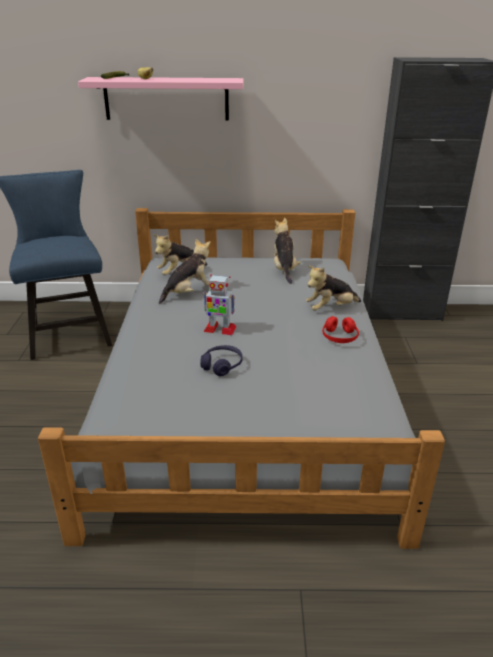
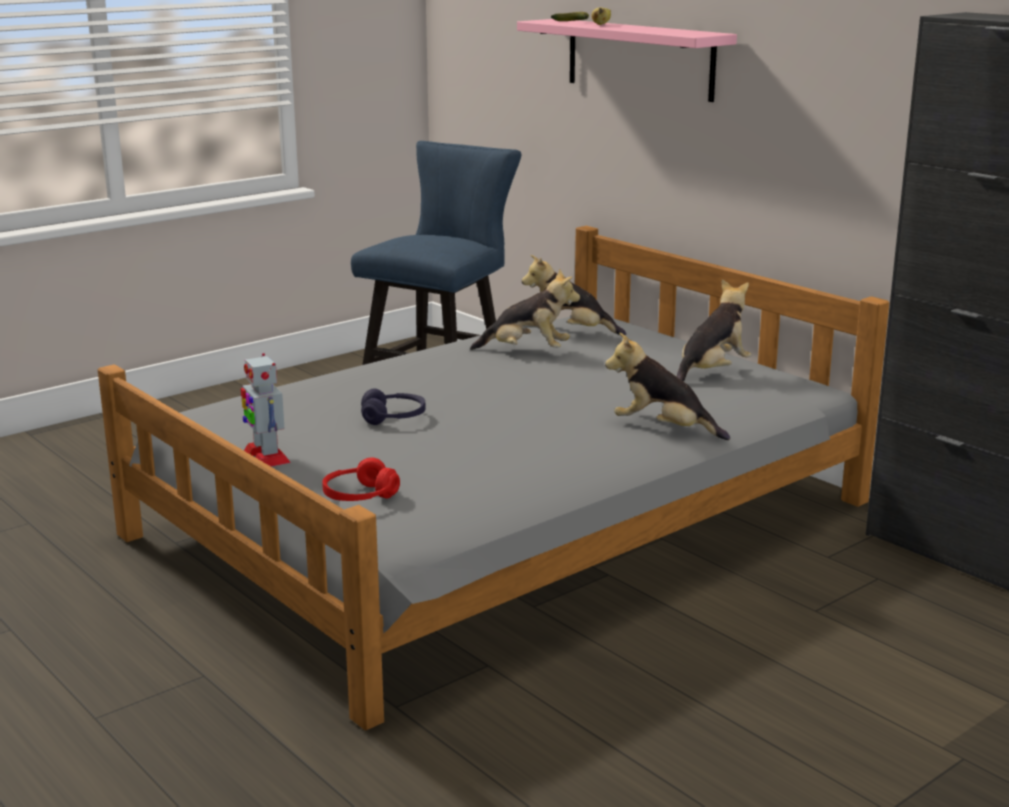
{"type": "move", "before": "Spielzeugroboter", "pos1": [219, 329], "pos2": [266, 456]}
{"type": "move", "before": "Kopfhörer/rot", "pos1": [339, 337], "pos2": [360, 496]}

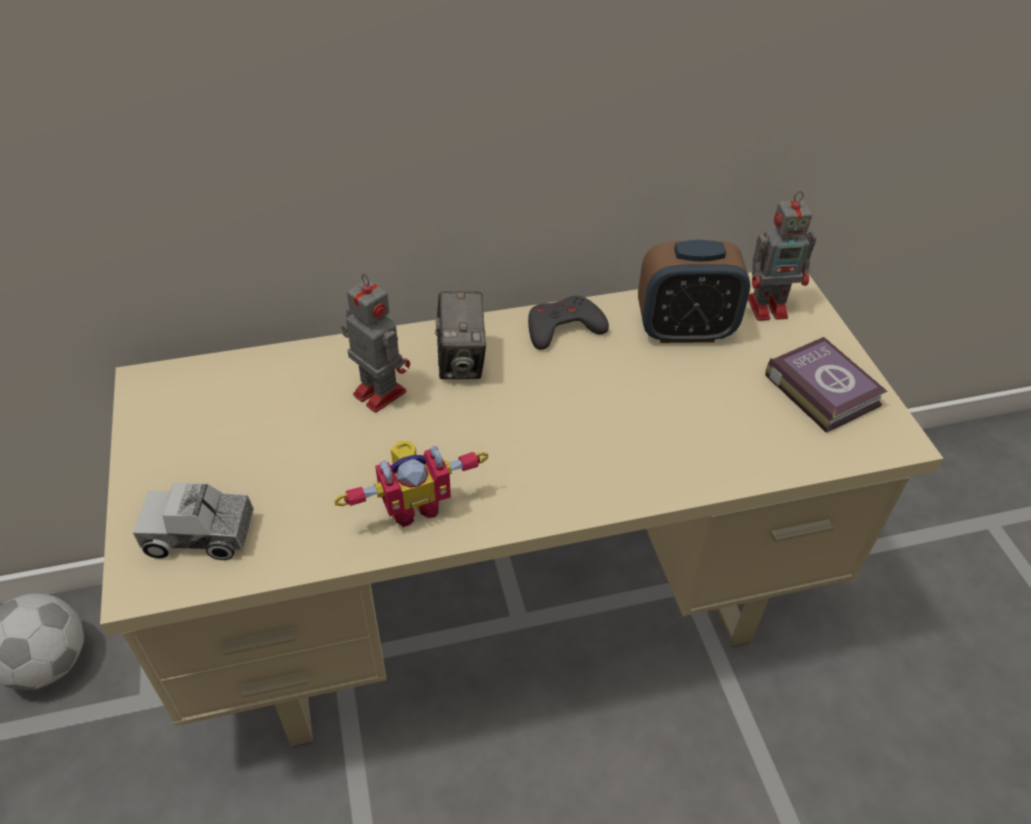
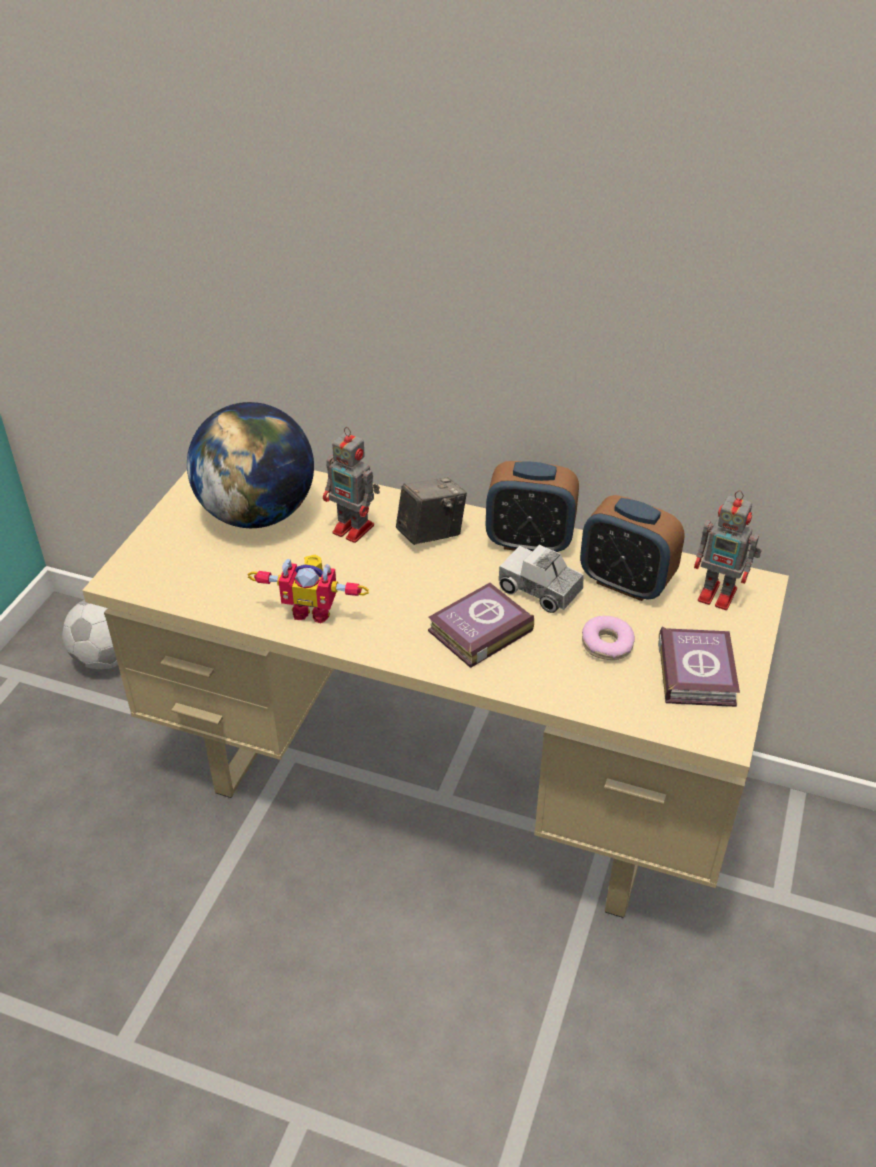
{"type": "insert", "after": "Globus", "pos2": [257, 514]}
{"type": "rotate", "before": "Spielzeugroboter", "pos1": [378, 391], "pos2": [355, 529], "turn": 135}
{"type": "rotate", "before": "Kamera", "pos1": [461, 361], "pos2": [430, 534], "turn": -150}
{"type": "insert", "after": "Buch", "pos2": [477, 631]}
{"type": "replace", "before": "Gamepad/grau", "after": "Wecker", "pos1": [563, 328], "pos2": [529, 542]}
{"type": "move", "before": "Spielzeuglaster", "pos1": [200, 534], "pos2": [540, 590]}
{"type": "insert", "after": "Donut", "pos2": [606, 645]}

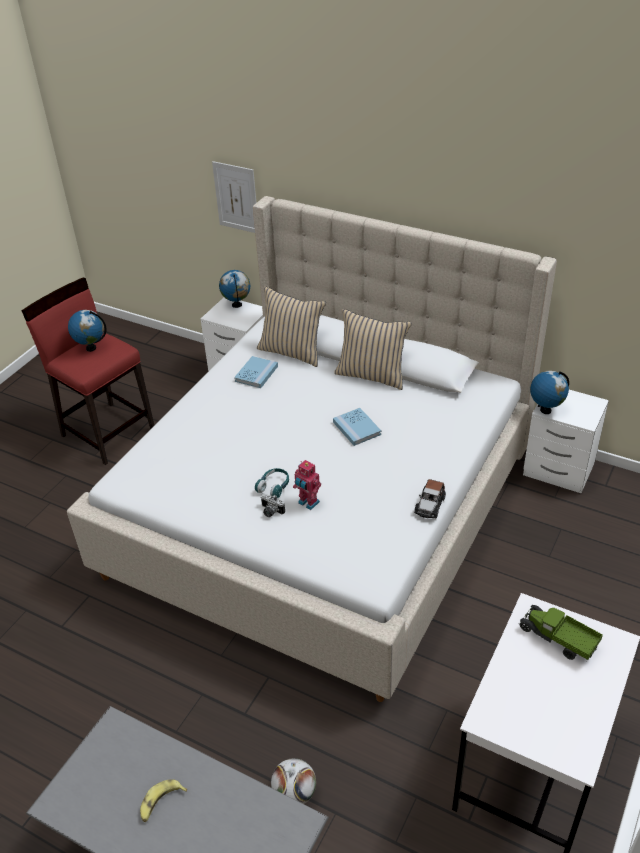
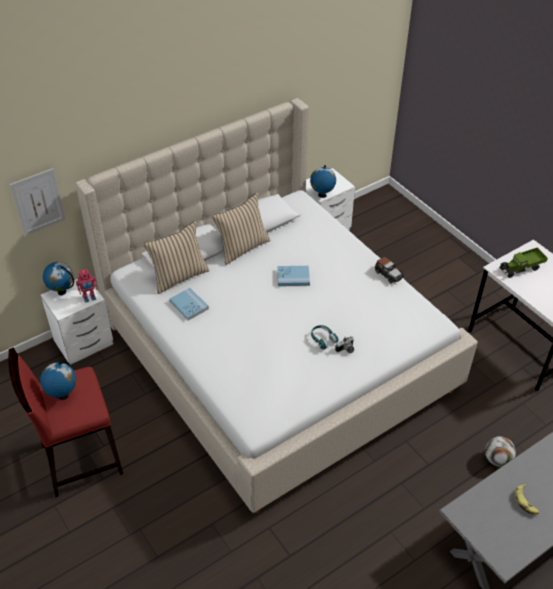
{"type": "move", "before": "Spielzeugroboter", "pos1": [308, 503], "pos2": [89, 298]}

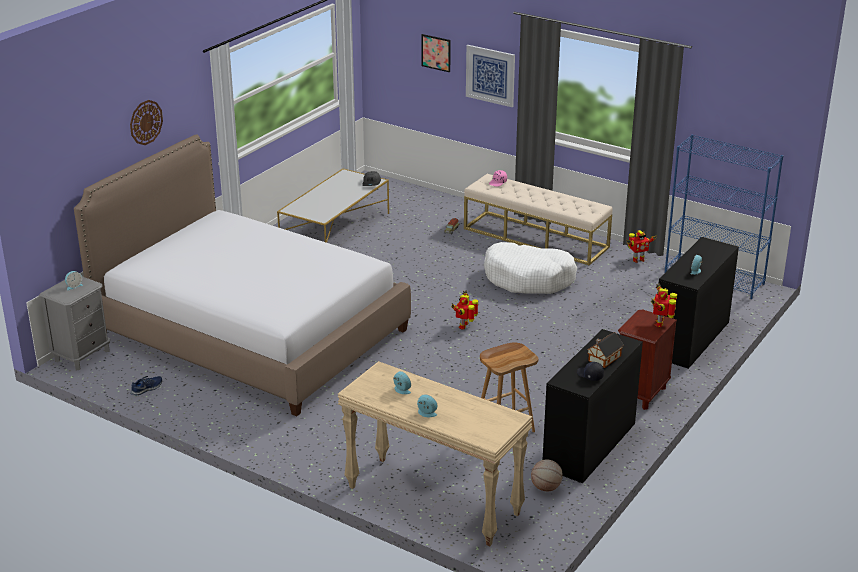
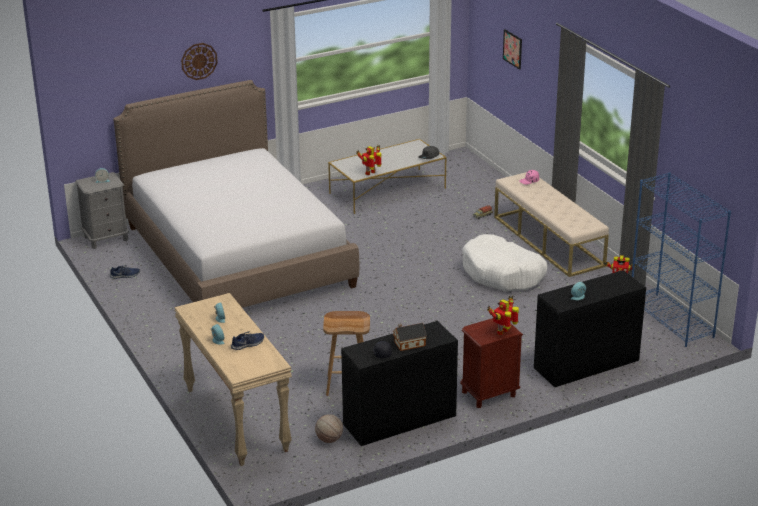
{"type": "insert", "after": "Schuh/blau", "pos2": [248, 344]}
{"type": "move", "before": "Spielzeugroboter", "pos1": [464, 326], "pos2": [371, 173]}
{"type": "delete", "before": "Bild", "pos1": [490, 75]}

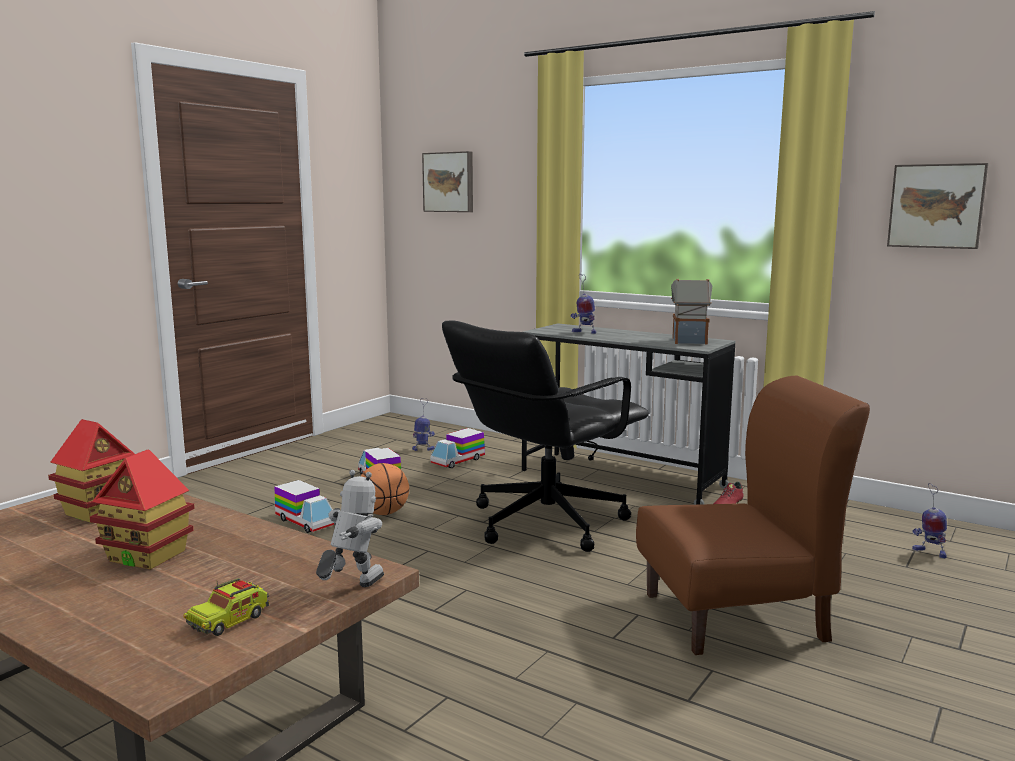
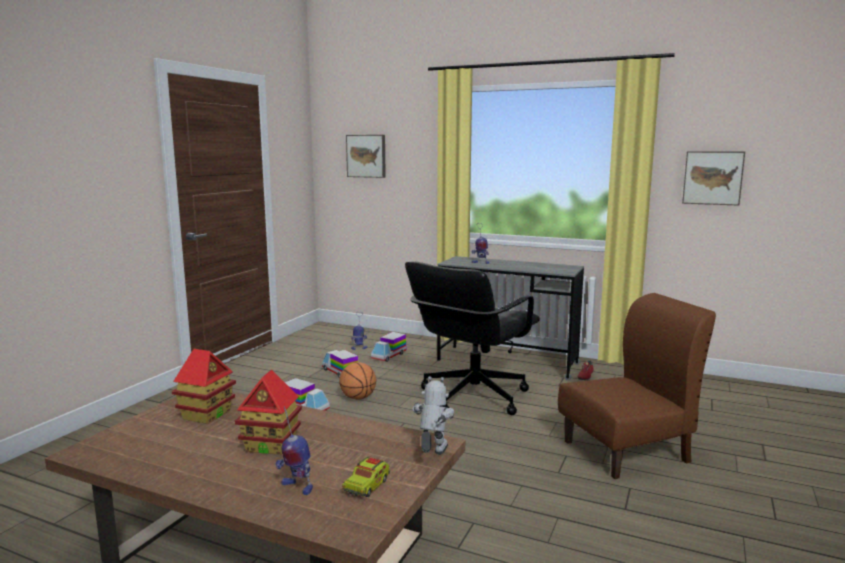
{"type": "move", "before": "Spielzeugroboter", "pos1": [929, 552], "pos2": [296, 487]}
{"type": "delete", "before": "Spielzeughaus", "pos1": [688, 341]}

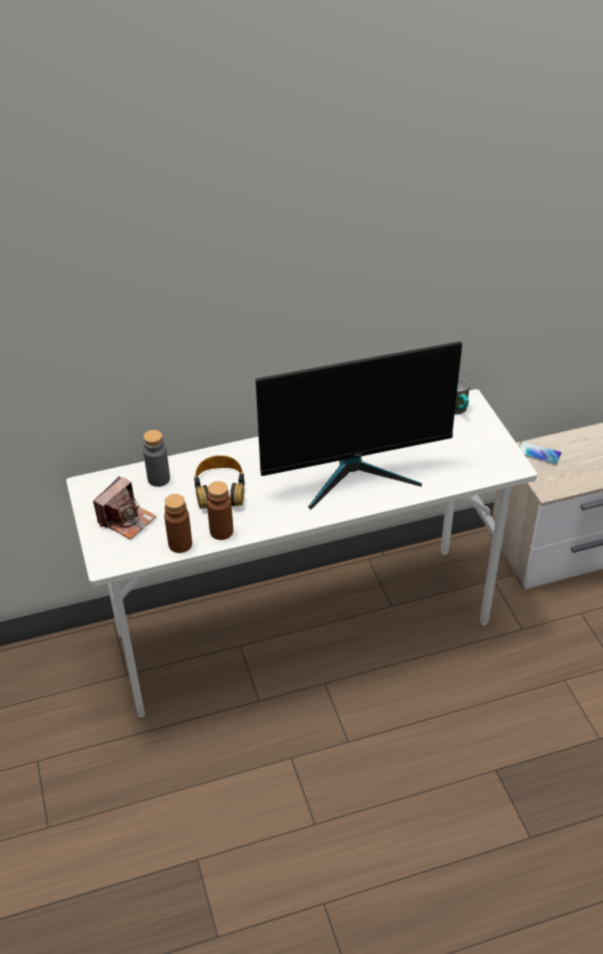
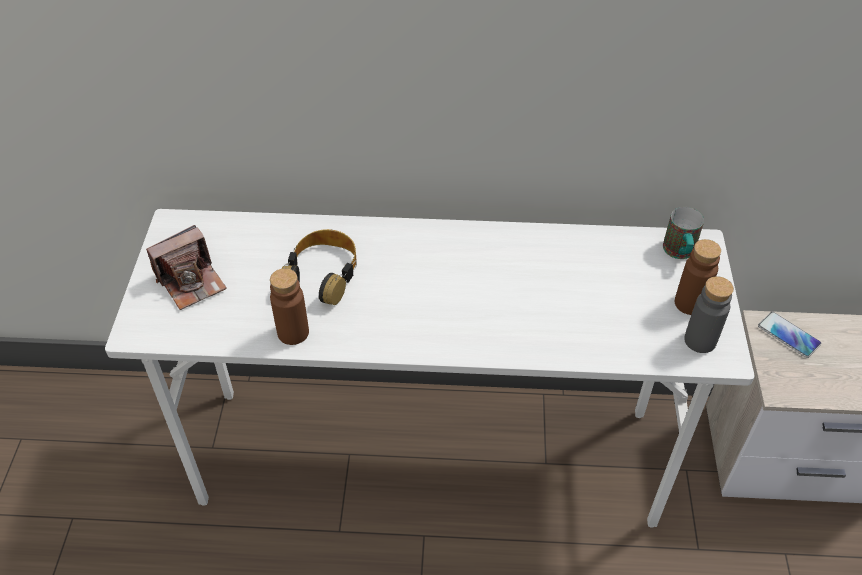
{"type": "move", "before": "Flasche/braun", "pos1": [180, 544], "pos2": [689, 303]}
{"type": "move", "before": "Flasche/grau", "pos1": [159, 479], "pos2": [700, 340]}
{"type": "delete", "before": "Monitor", "pos1": [356, 473]}

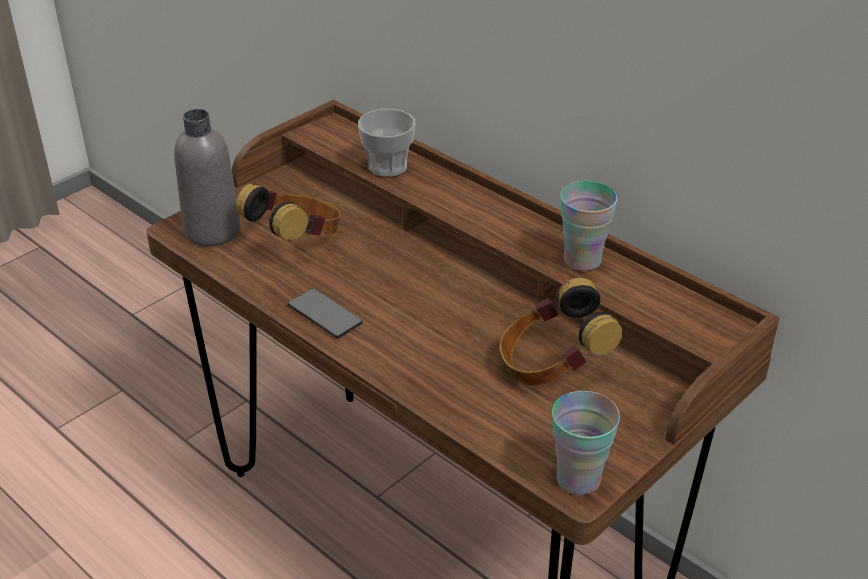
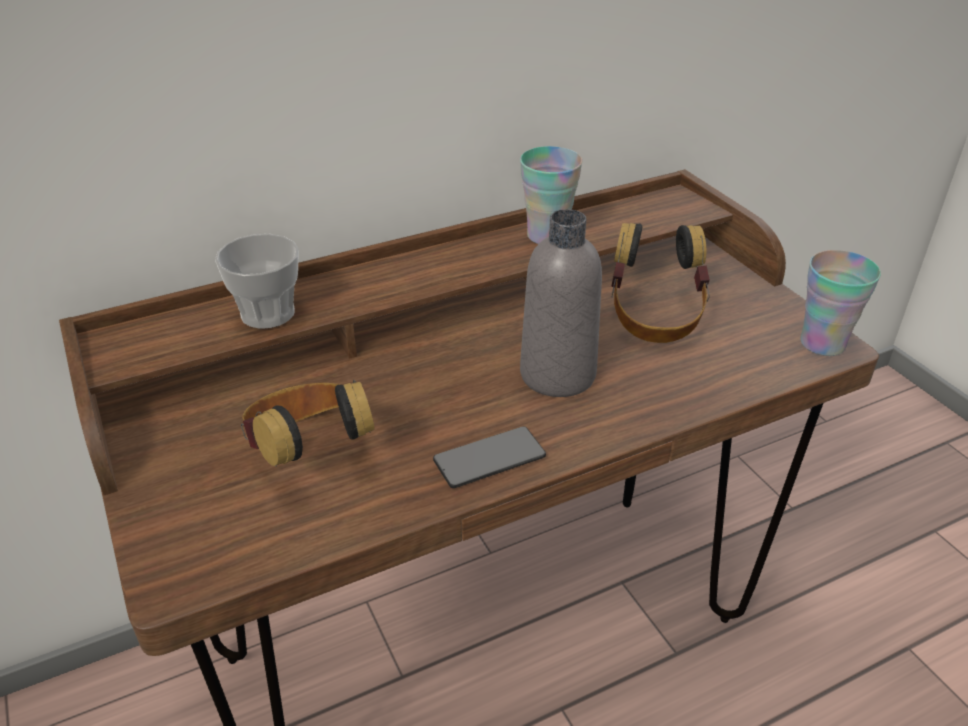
{"type": "move", "before": "Flasche/grau", "pos1": [212, 231], "pos2": [557, 374]}

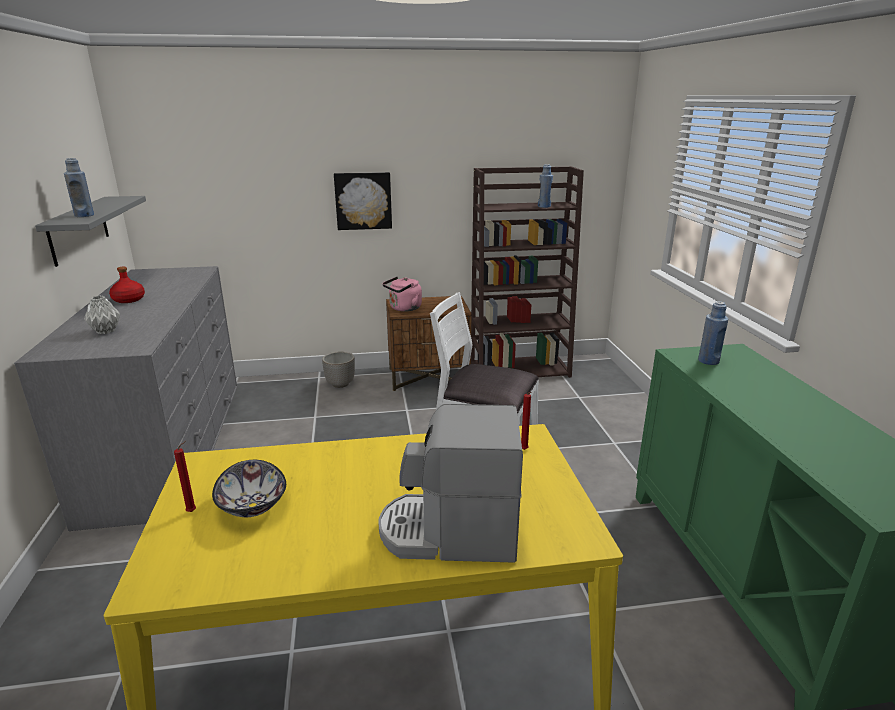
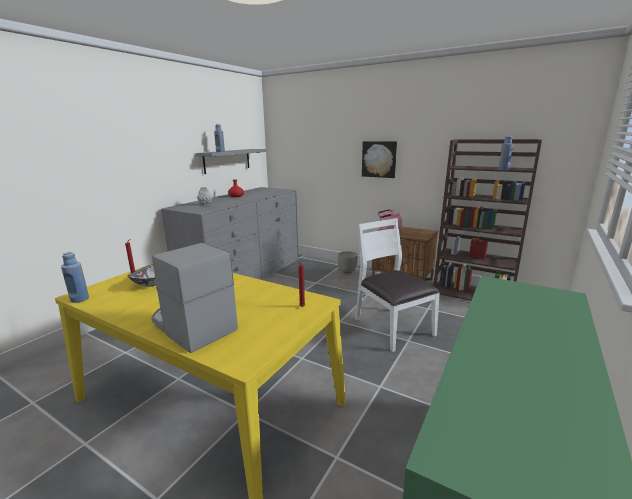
{"type": "move", "before": "Flasche/blau", "pos1": [708, 361], "pos2": [79, 299]}

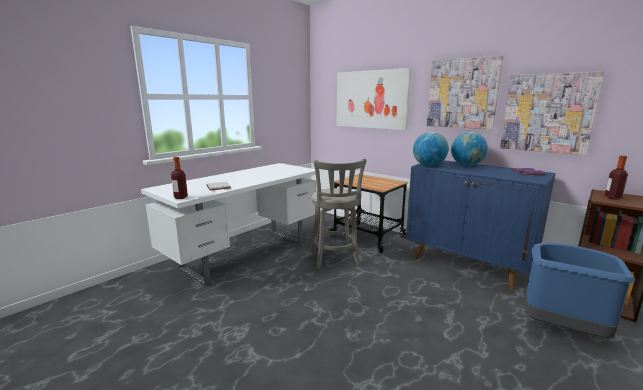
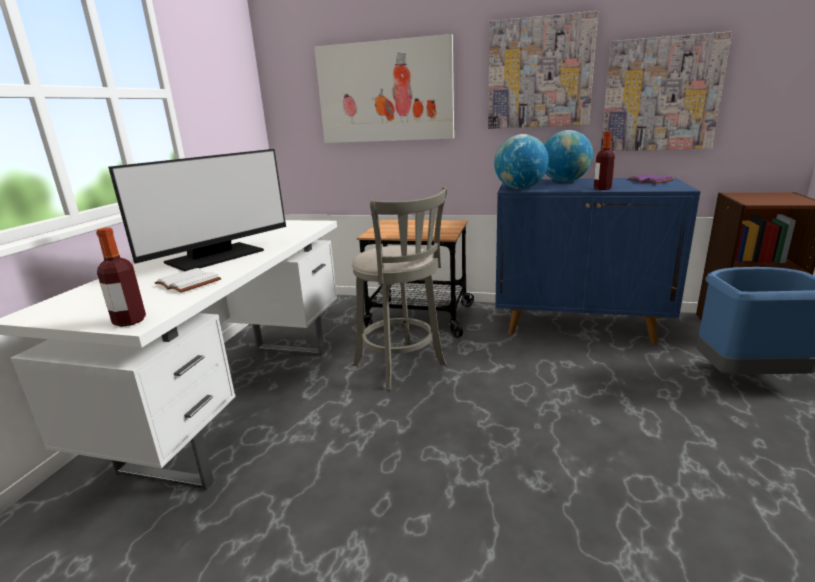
{"type": "insert", "after": "Monitor", "pos2": [216, 257]}
{"type": "move", "before": "Flasche", "pos1": [612, 198], "pos2": [602, 188]}

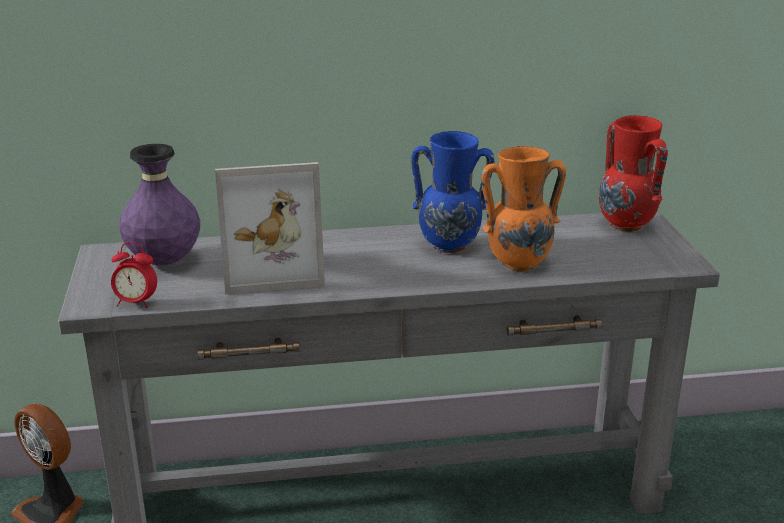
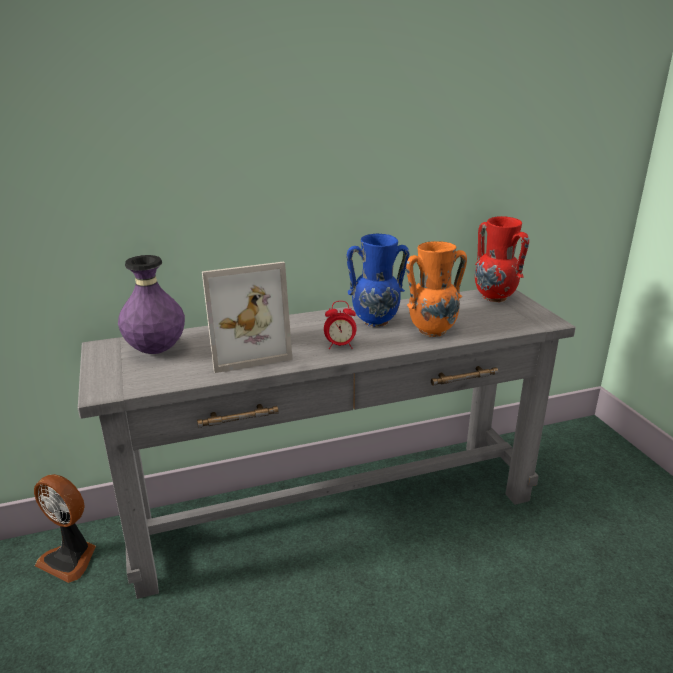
{"type": "move", "before": "Wecker", "pos1": [136, 303], "pos2": [340, 346]}

